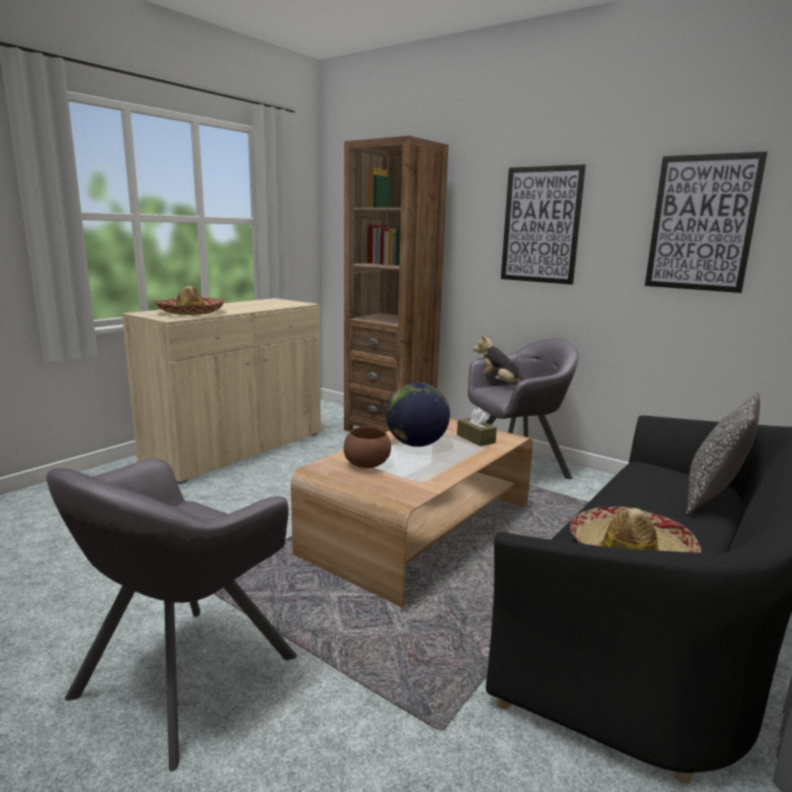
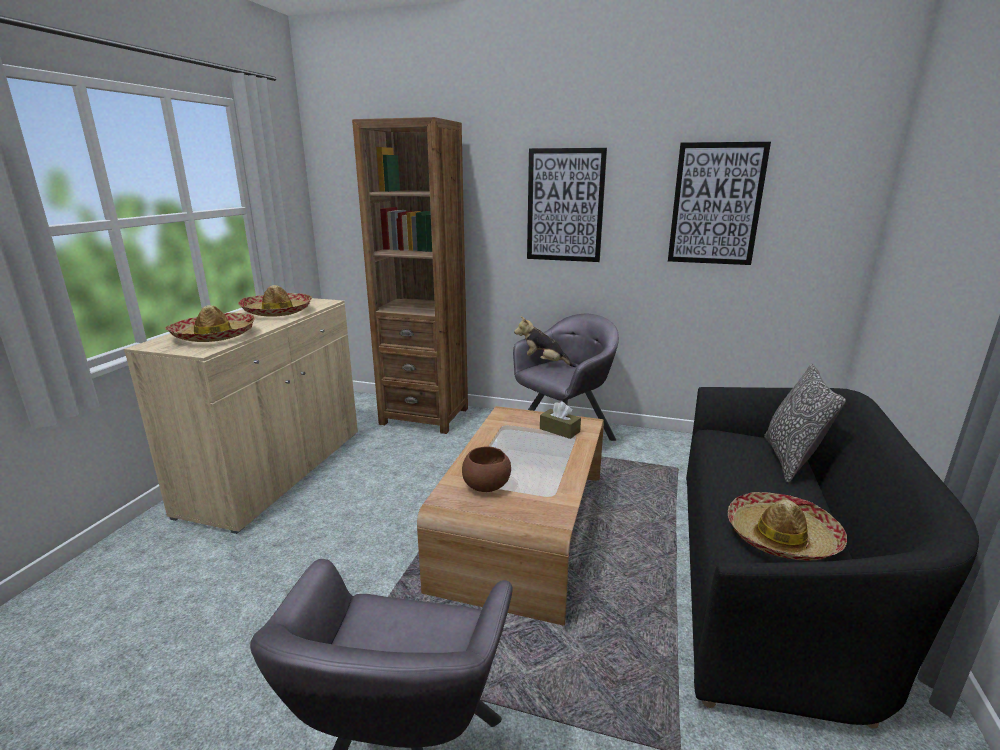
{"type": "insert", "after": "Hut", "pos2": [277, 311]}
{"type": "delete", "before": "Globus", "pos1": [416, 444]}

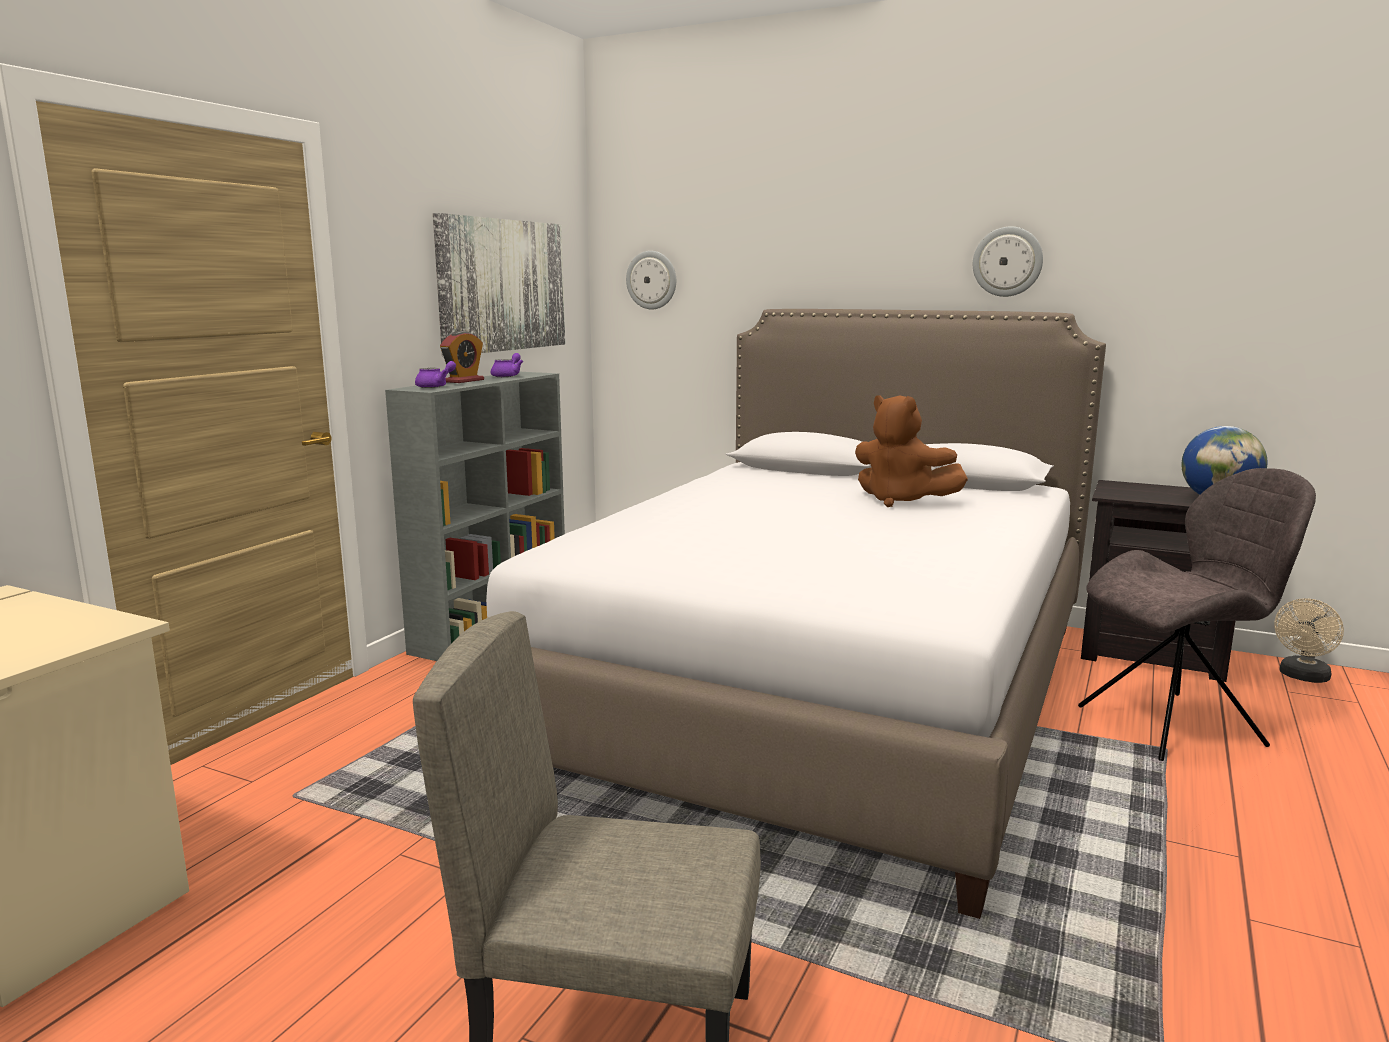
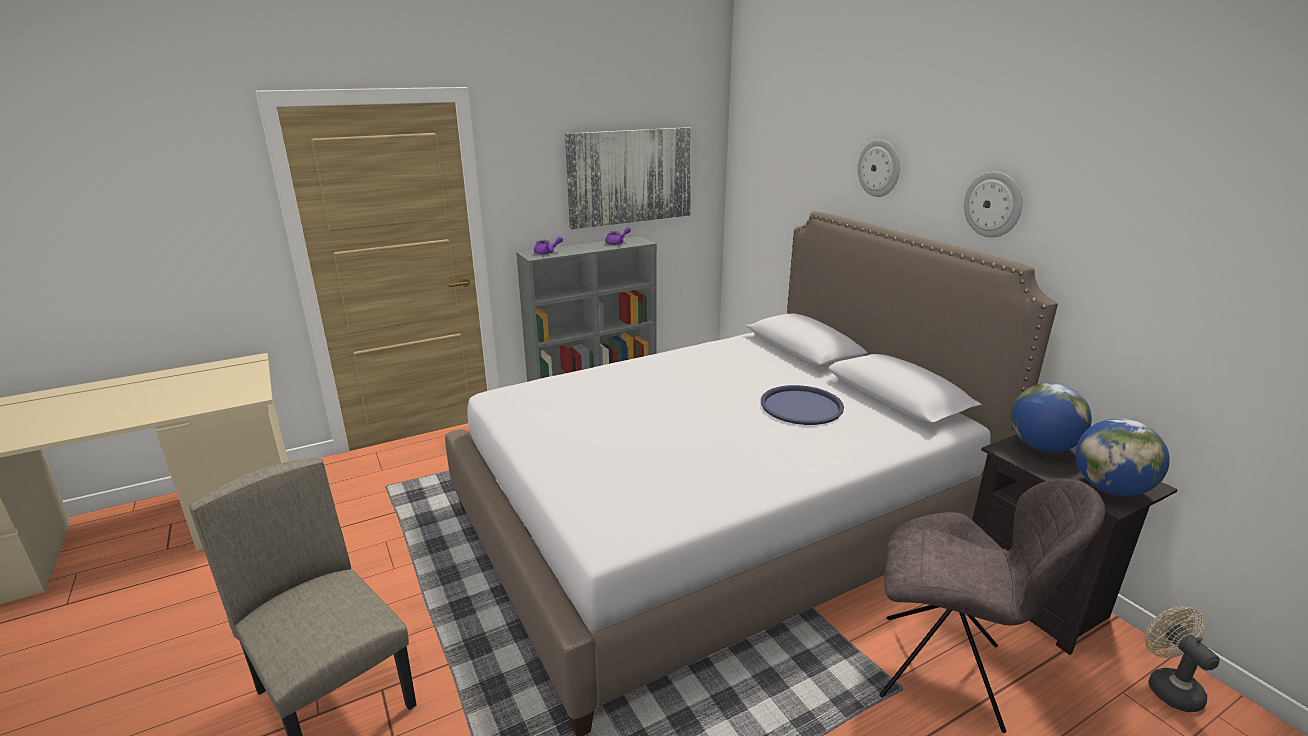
{"type": "replace", "before": "Plüschtier/braun", "after": "Tablett/blau", "pos1": [901, 501], "pos2": [801, 406]}
{"type": "move", "before": "Wanduhr", "pos1": [652, 280], "pos2": [879, 168]}
{"type": "insert", "after": "Globus", "pos2": [1042, 447]}
{"type": "rotate", "before": "Ventilator/beige", "pos1": [1302, 677], "pos2": [1167, 686], "turn": 90}
{"type": "delete", "before": "Wecker", "pos1": [464, 381]}

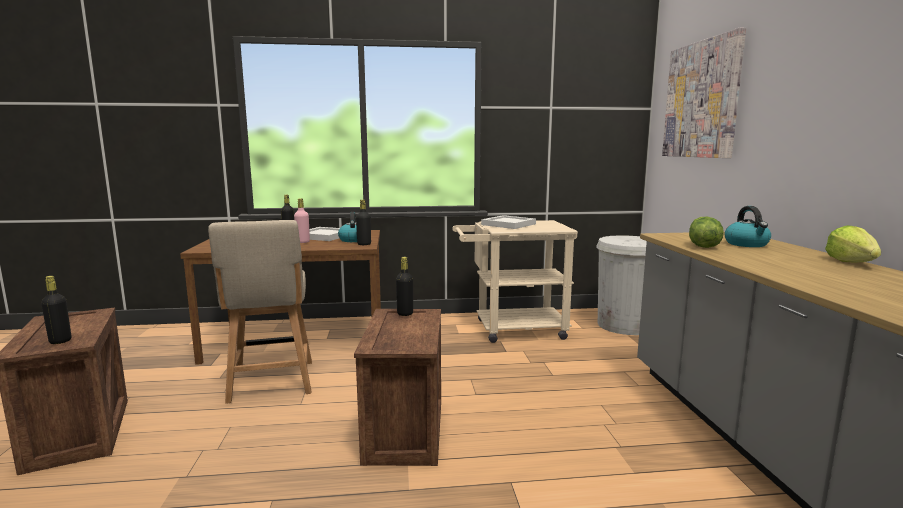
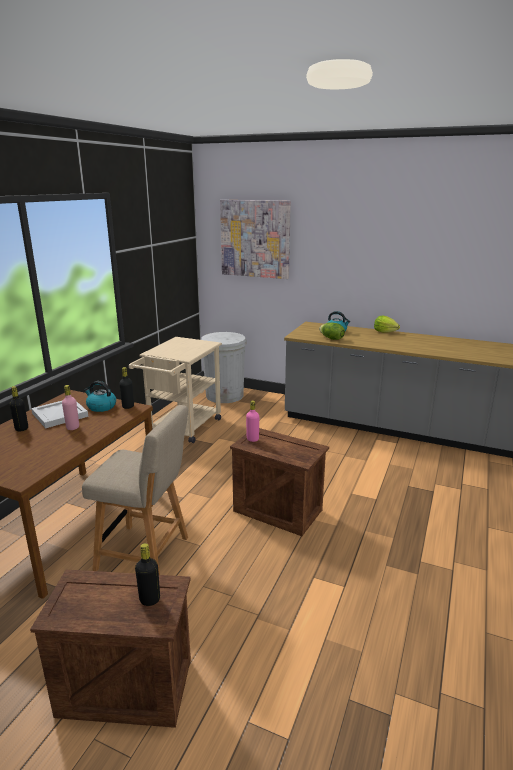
{"type": "recolor", "before": "Flasche/schwarz", "after": "Flasche/rosa", "pos1": [405, 313], "pos2": [252, 439]}
{"type": "delete", "before": "Tablett/weiß", "pos1": [507, 224]}

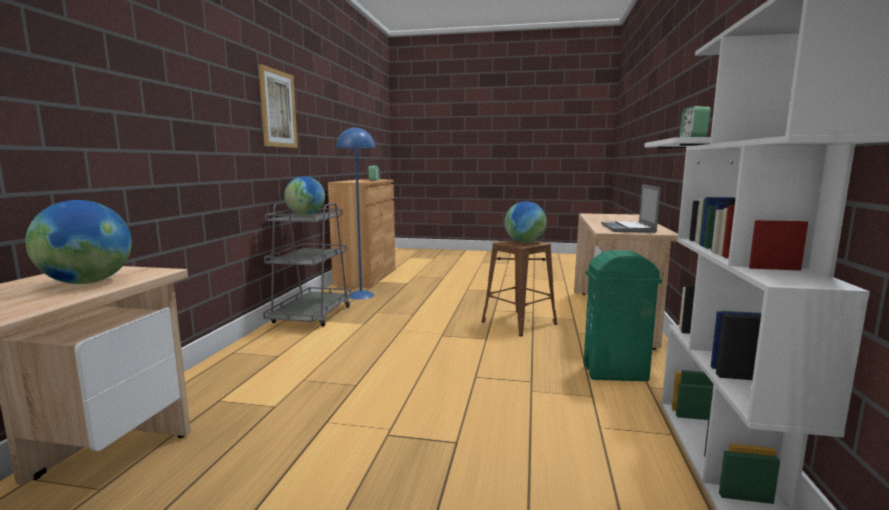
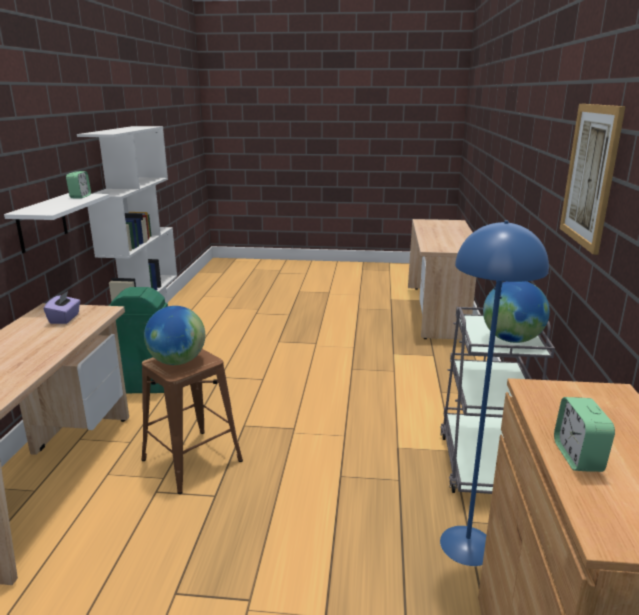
{"type": "replace", "before": "Laptop", "after": "Taschentuchbox/lila", "pos1": [629, 228], "pos2": [65, 318]}
{"type": "delete", "before": "Globus", "pos1": [86, 282]}

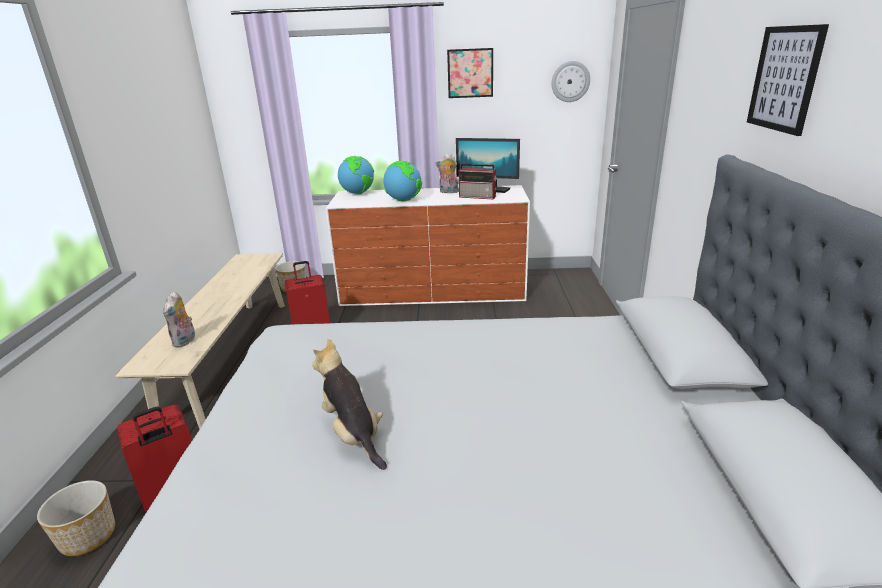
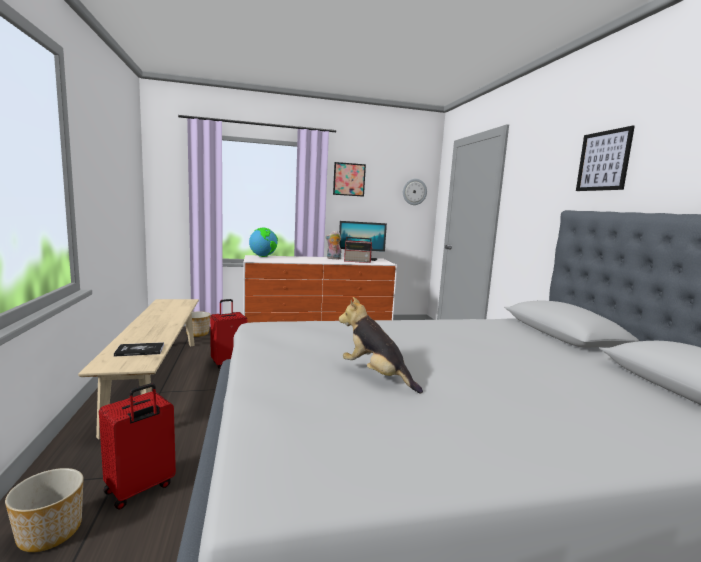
{"type": "replace", "before": "Plüschtier", "after": "Buch", "pos1": [185, 341], "pos2": [140, 350]}
{"type": "delete", "before": "Globus", "pos1": [403, 200]}

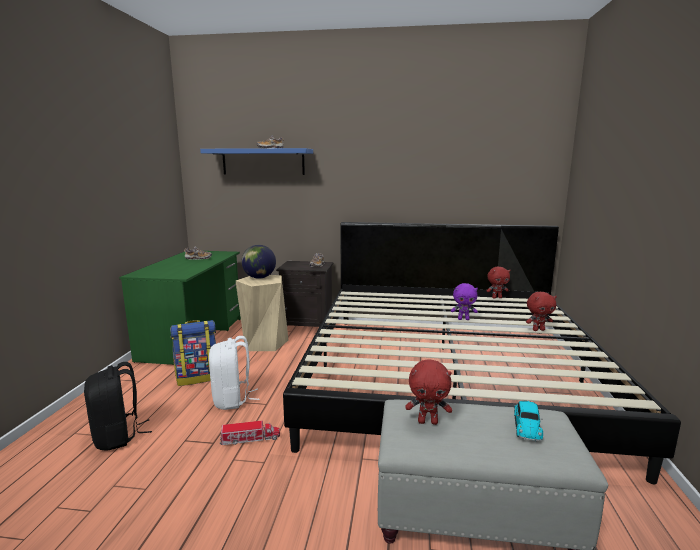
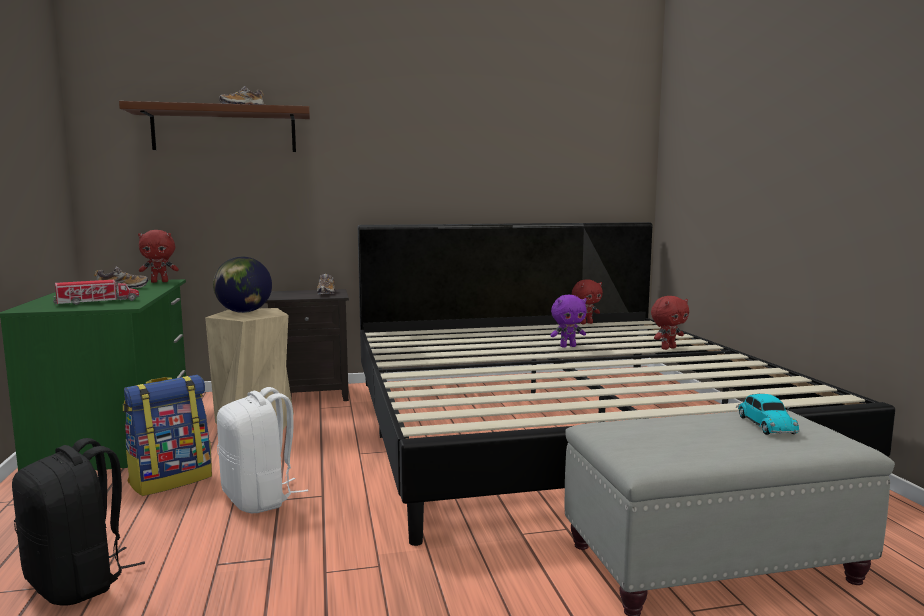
{"type": "move", "before": "Spielzeuglaster", "pos1": [250, 439], "pos2": [97, 302]}
{"type": "recolor", "before": "Wandregal/blau", "after": "Wandregal/braun", "pos1": [263, 162], "pos2": [224, 130]}
{"type": "move", "before": "Plüschtier/rot", "pos1": [428, 422], "pos2": [160, 282]}

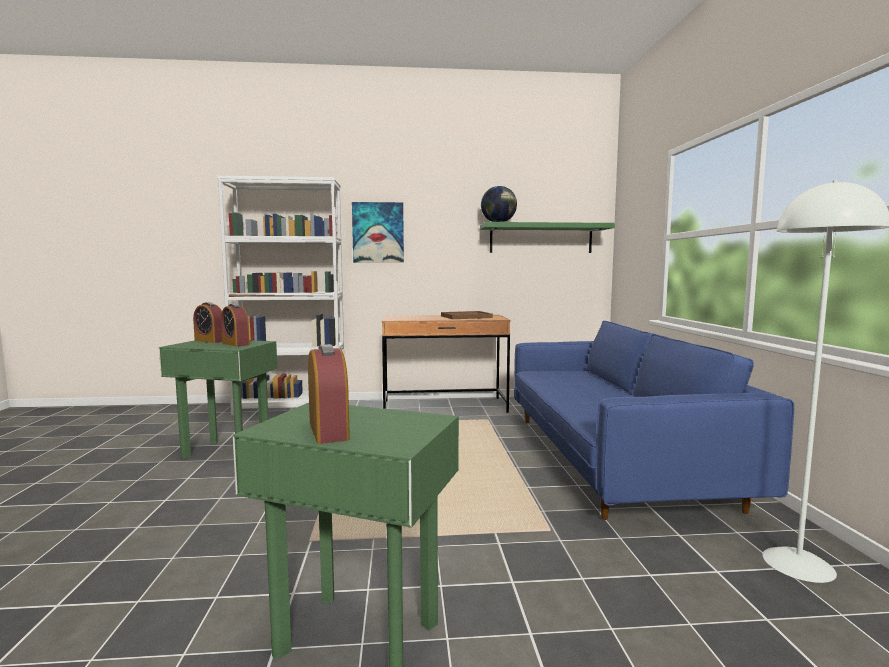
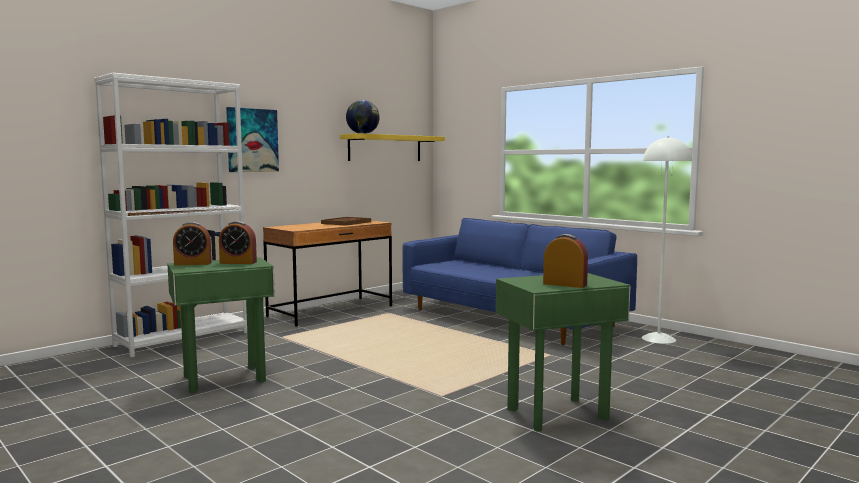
{"type": "recolor", "before": "Wandregal/grün", "after": "Wandregal/gelb", "pos1": [541, 239], "pos2": [385, 148]}

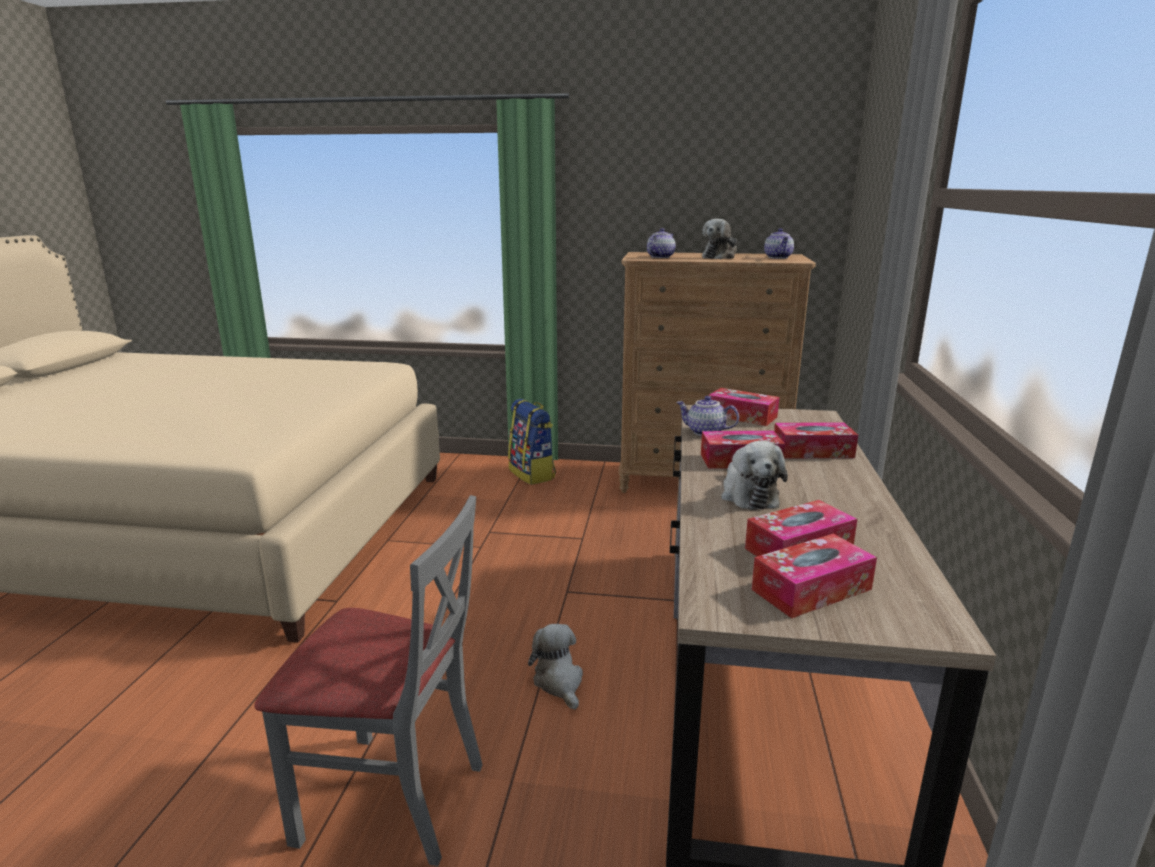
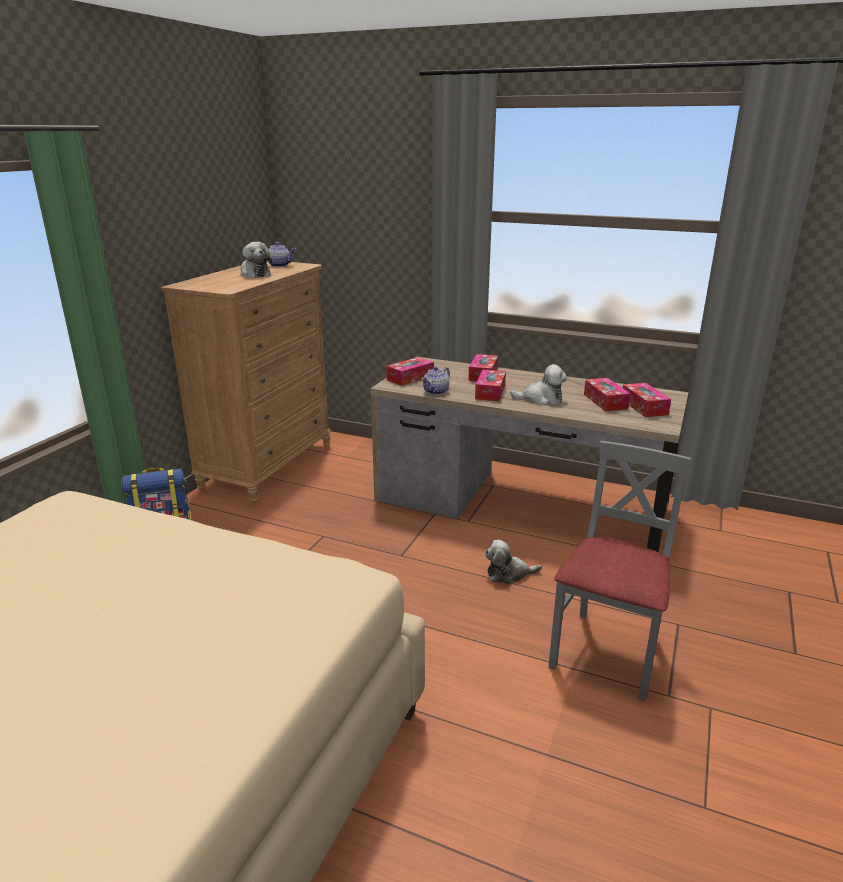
{"type": "delete", "before": "Teekanne", "pos1": [660, 257]}

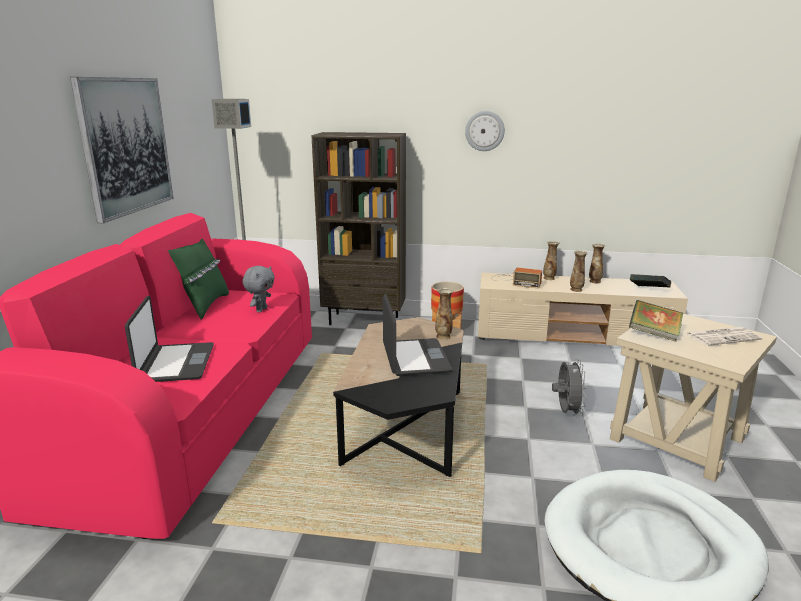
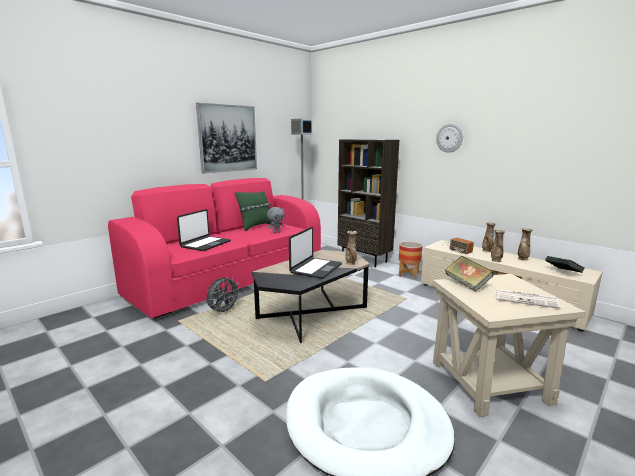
{"type": "move", "before": "Ventilator/grau", "pos1": [566, 412], "pos2": [224, 311]}

